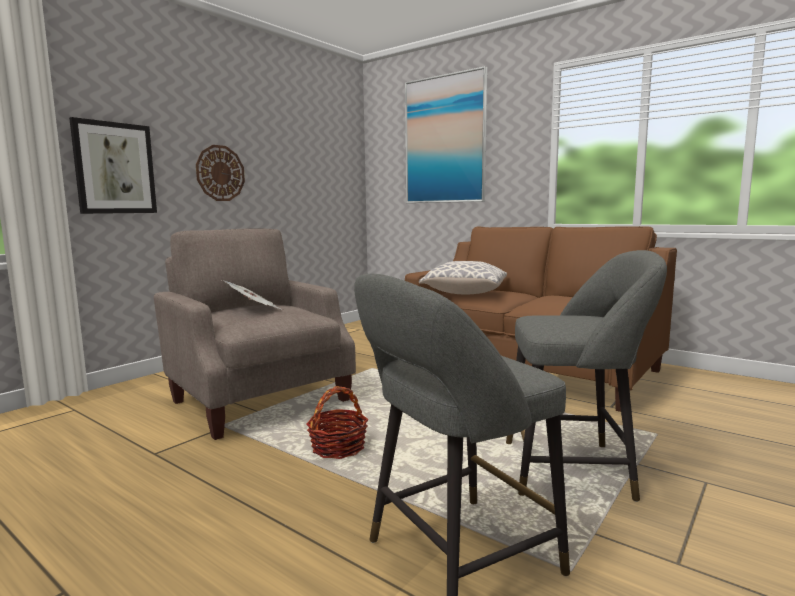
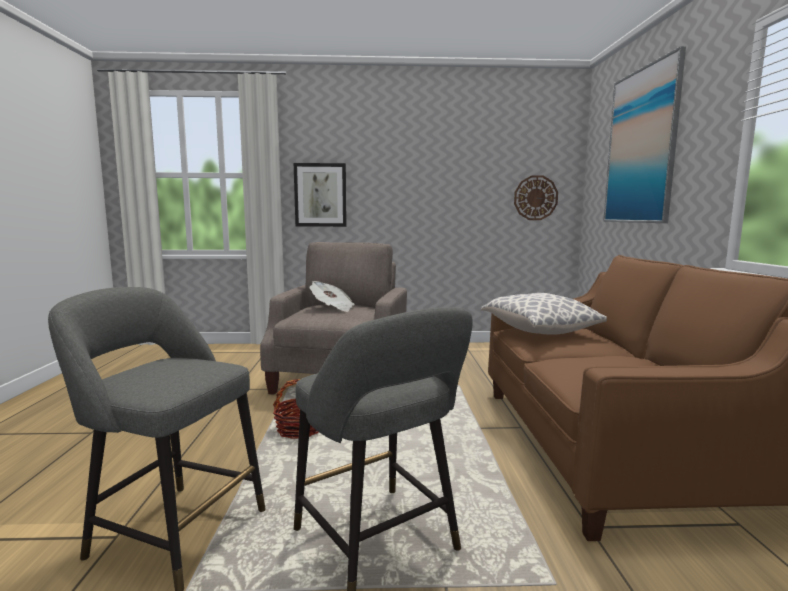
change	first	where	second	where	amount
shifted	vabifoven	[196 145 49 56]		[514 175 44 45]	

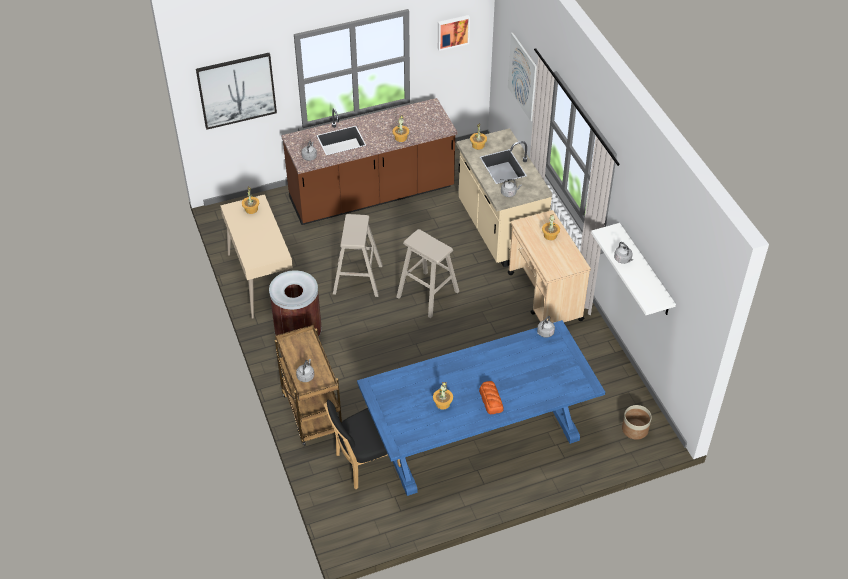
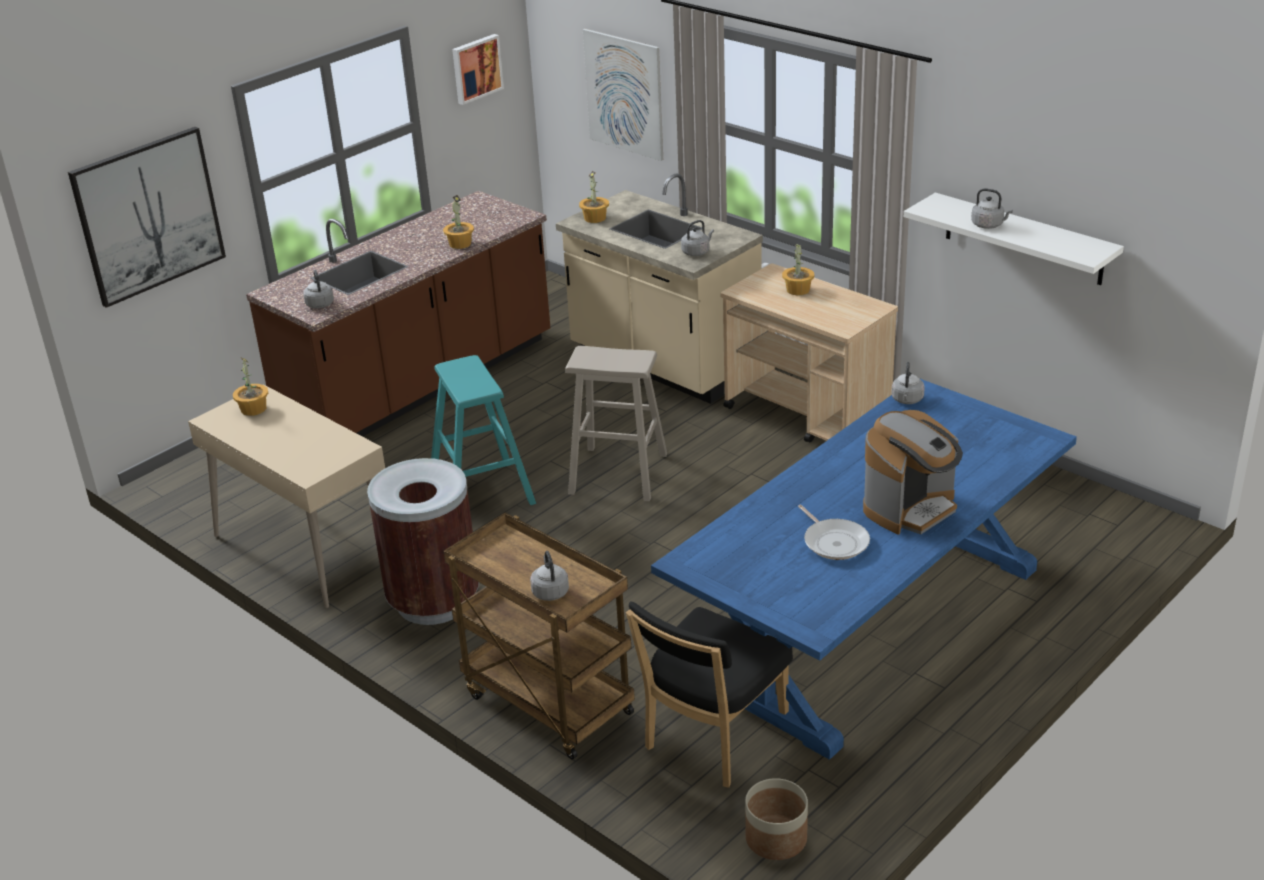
change	first	where	second	where	amount
repainted	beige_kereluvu	[333 214 50 83]	turquoise_kereluvu	[431 355 105 150]	
swapped	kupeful	[433 382 20 28]	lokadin	[798 505 72 55]	
swapped	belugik	[479 381 25 34]	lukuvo	[863 410 100 125]	
shifted	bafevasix	[622 405 30 35]		[745 778 63 82]	

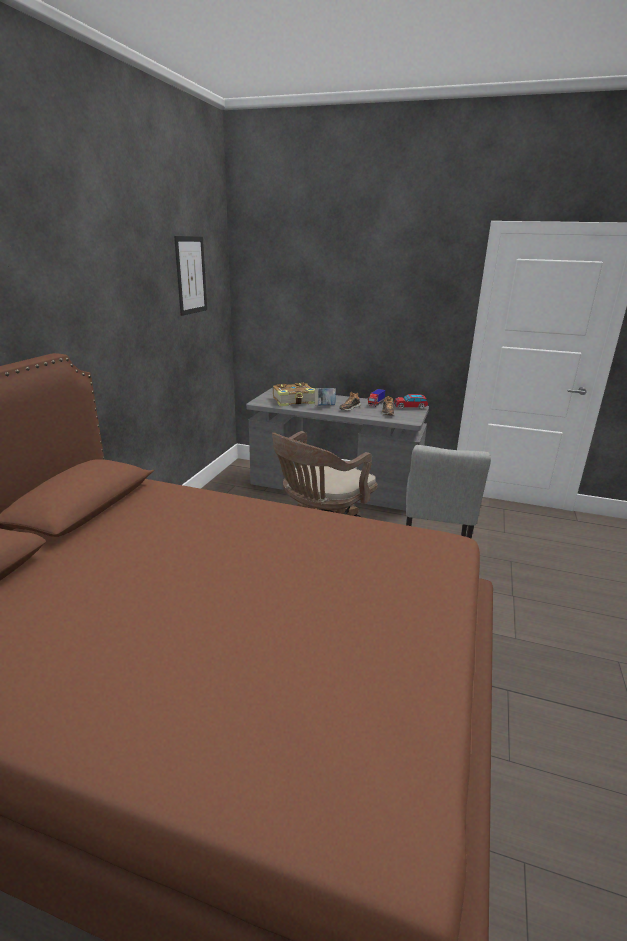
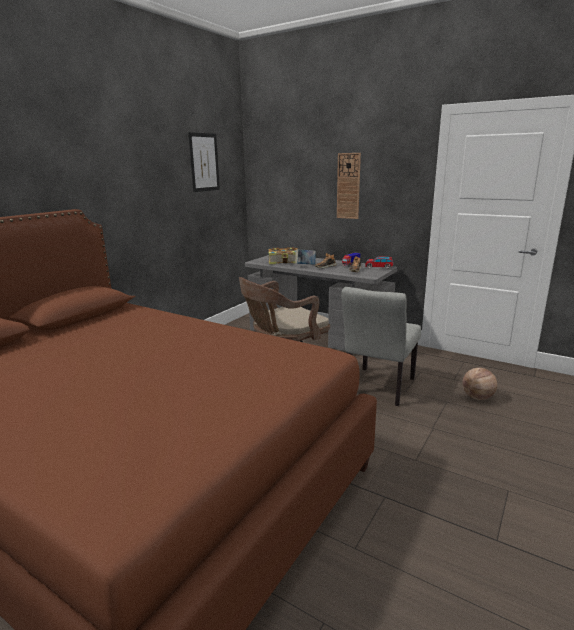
change	first	where	second	where	amount
new			vabifoven	[337 153 24 66]	
new			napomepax	[462 368 35 32]	

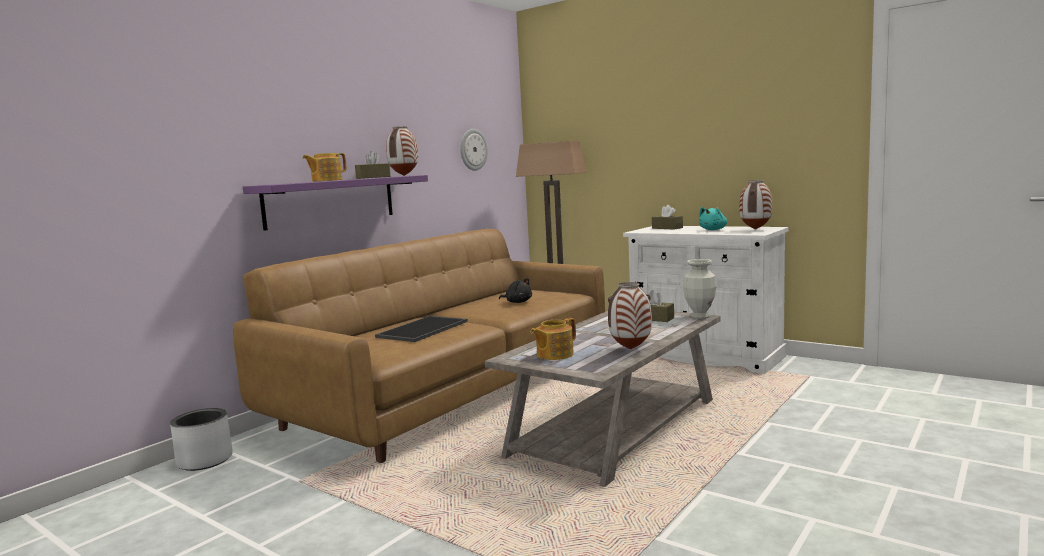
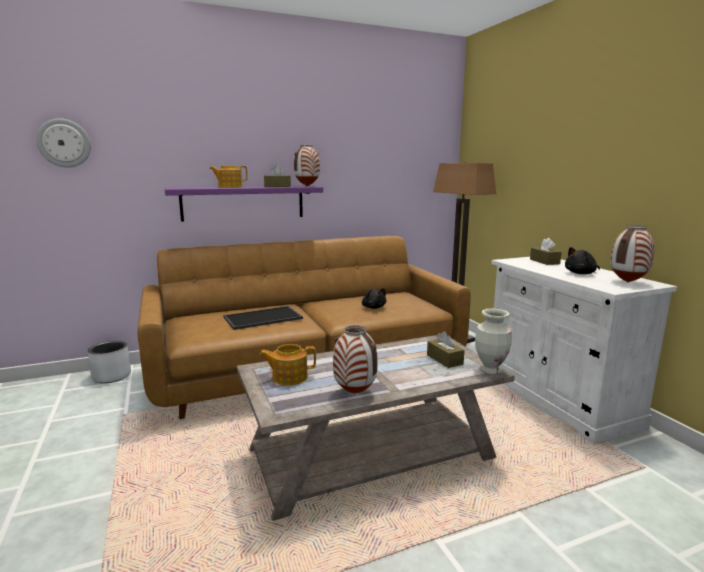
change	first	where	second	where	amount
shifted	vabifoven	[460 129 28 42]		[36 118 55 50]	
repainted	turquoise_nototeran	[699 207 28 23]	black_nototeran	[565 247 35 27]	

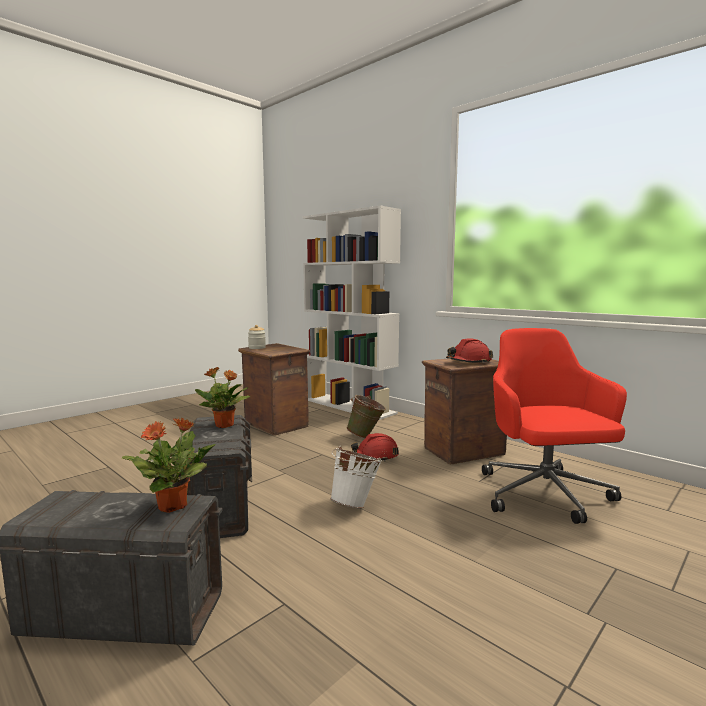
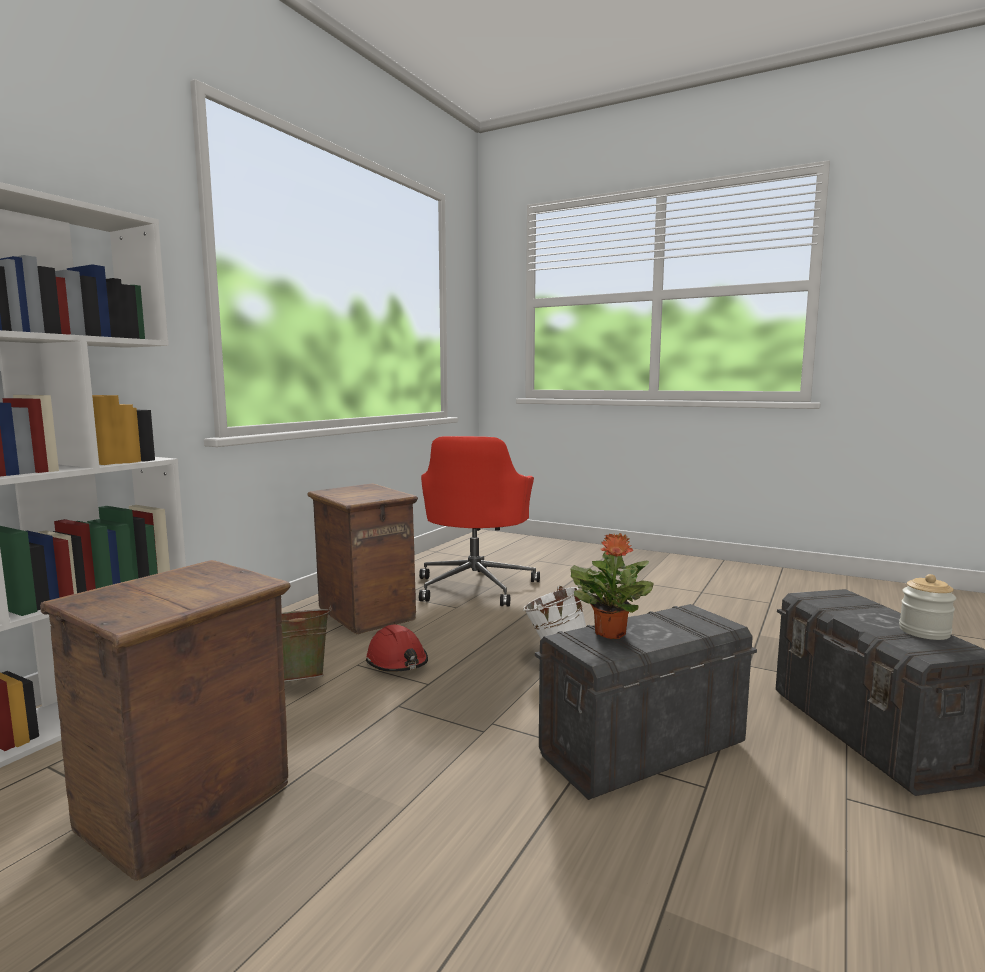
change	first	where	second	where	amount
gone	kupeful	[122 418 93 95]			
shifted	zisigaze	[248 325 18 24]		[899 574 57 66]	
gone	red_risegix	[446 338 47 26]			
rotated	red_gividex	[482 328 145 196]		[419 436 121 171]	60 degrees counterclockwise

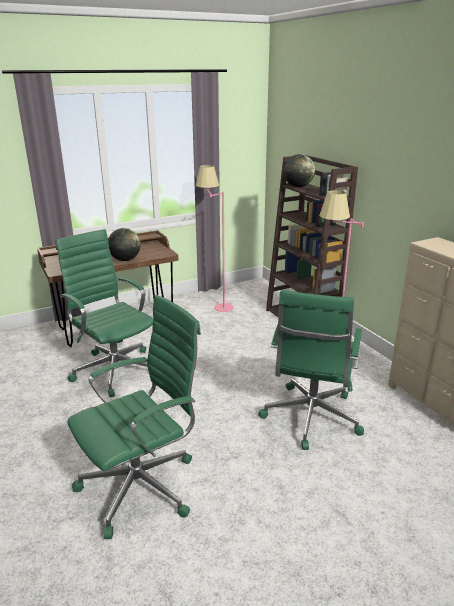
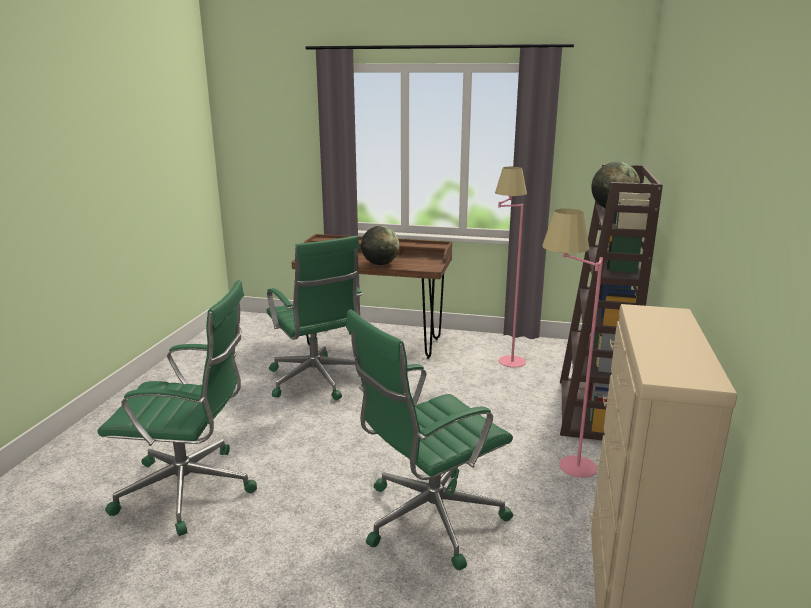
change	first	where	second	where	amount
rotated	green_gividex	[55 229 98 168]		[267 236 95 164]	150 degrees clockwise

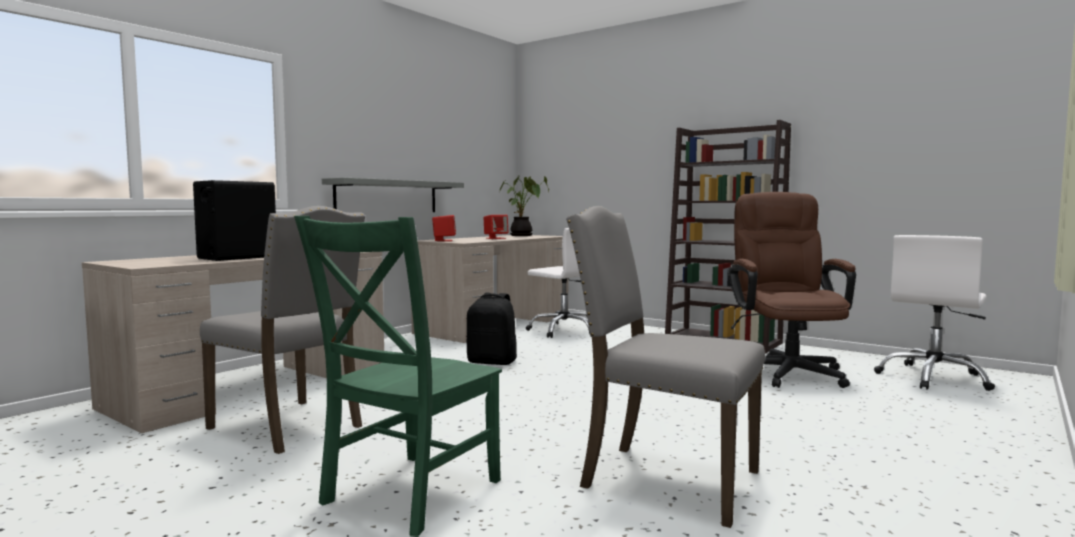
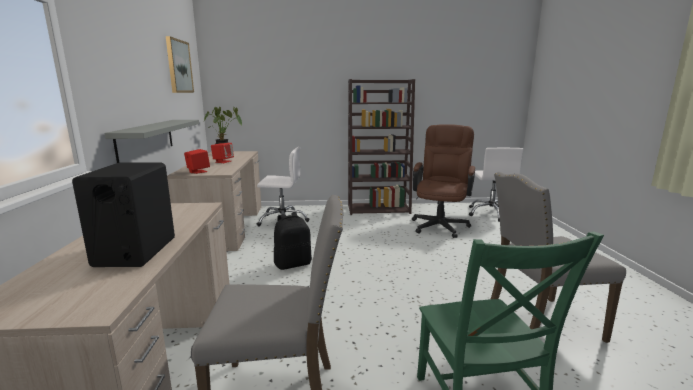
change	first	where	second	where	amount
rotated	brown_gividex	[728 192 128 196]		[412 124 63 114]	60 degrees clockwise
new			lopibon	[166 36 28 57]	

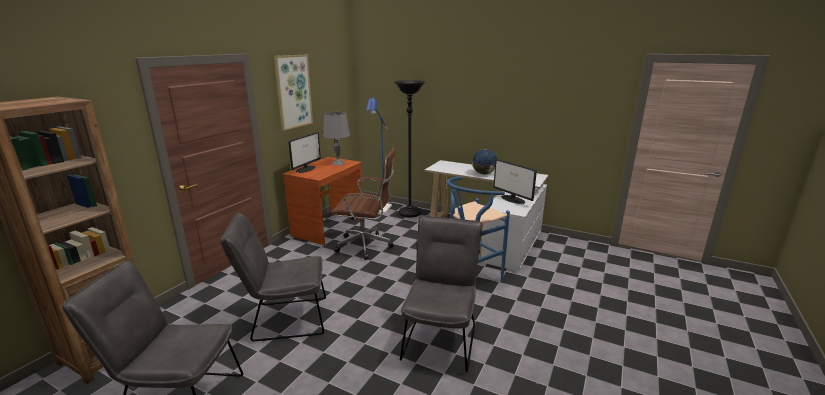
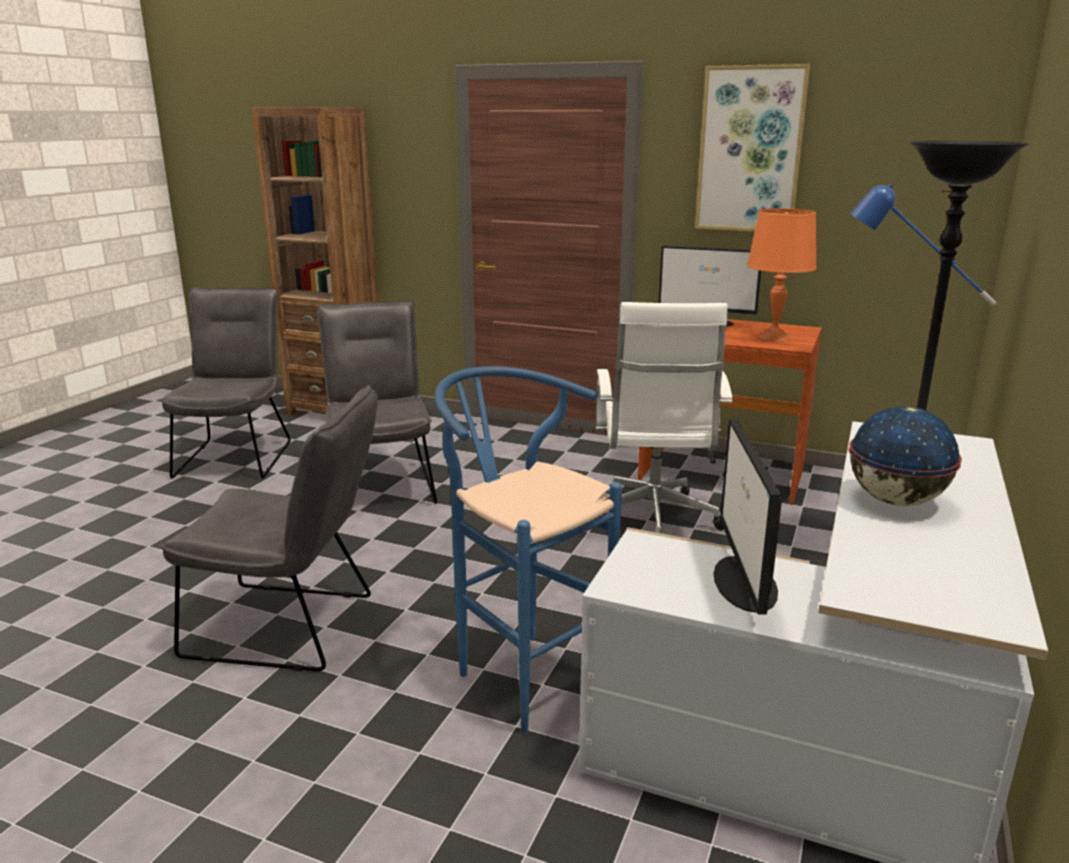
change	first	where	second	where	amount
repainted	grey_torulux	[323 112 27 53]	orange_torulux	[747 208 70 133]	
repainted	brown_gividex	[331 147 64 113]	white_gividex	[596 302 137 231]	
rotated	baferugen	[493 159 44 45]		[713 418 69 197]	45 degrees counterclockwise

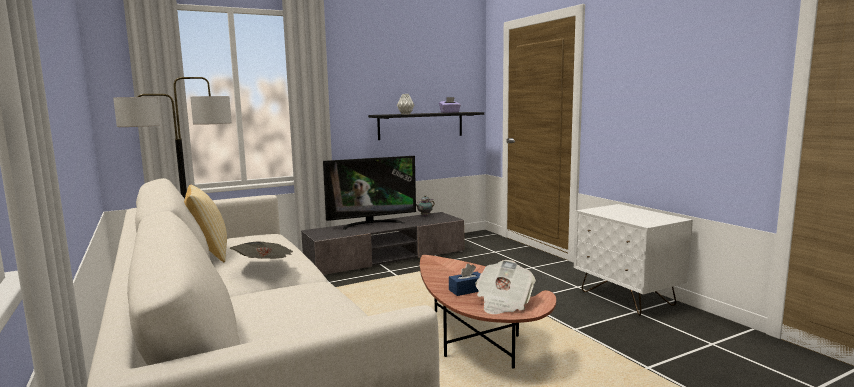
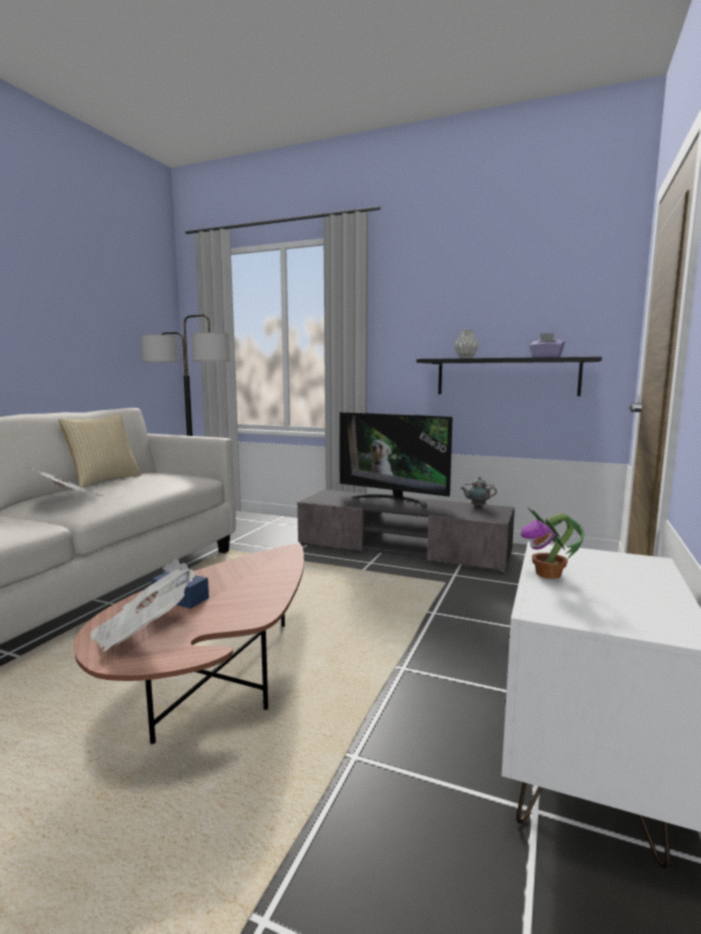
change	first	where	second	where	amount
new			kupeful	[521 507 63 72]	

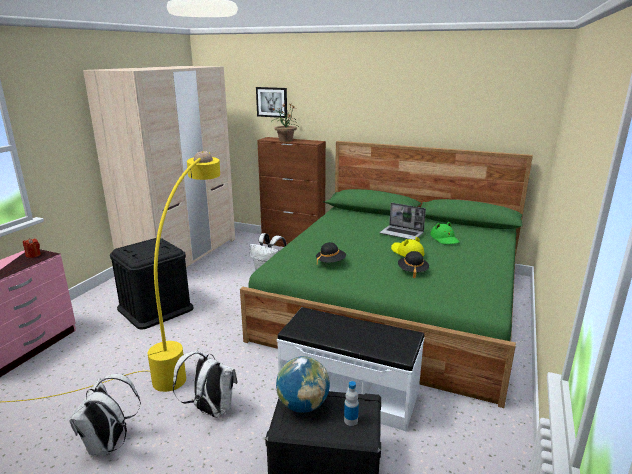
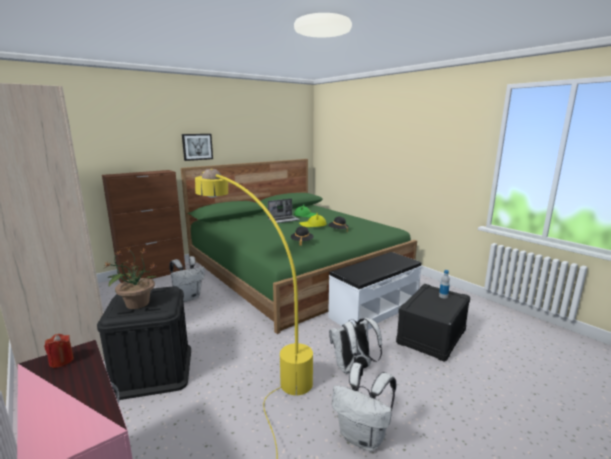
change	first	where	second	where	amount
shifted	lopibon	[256 87 31 31]		[182 134 31 27]	
shifted	kupeful	[270 103 29 39]		[104 247 53 62]	
gone	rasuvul	[276 356 54 57]			

